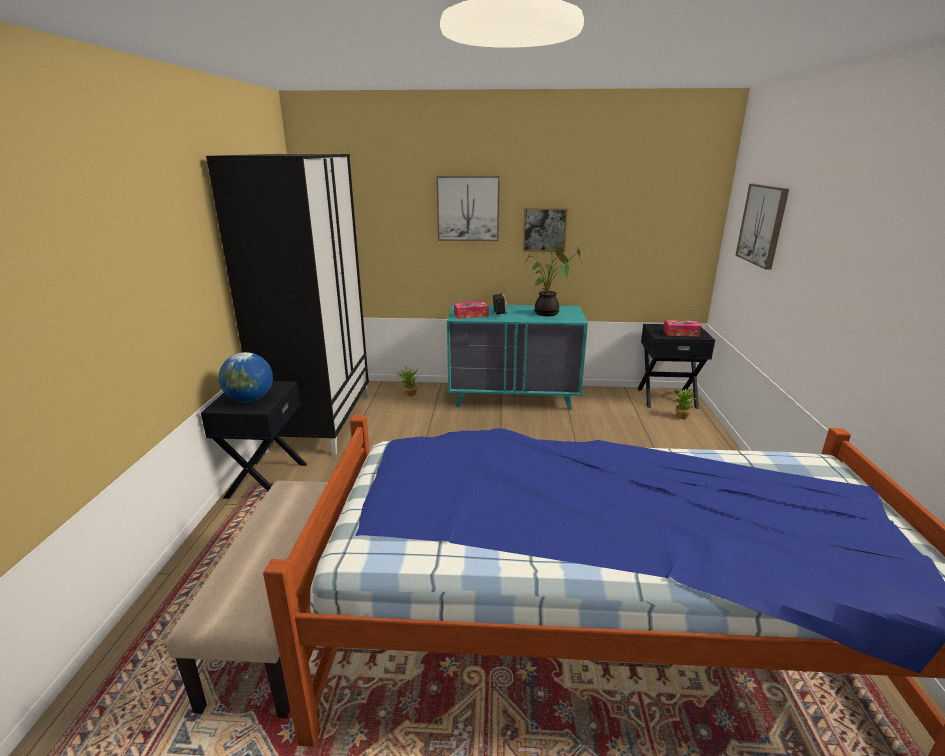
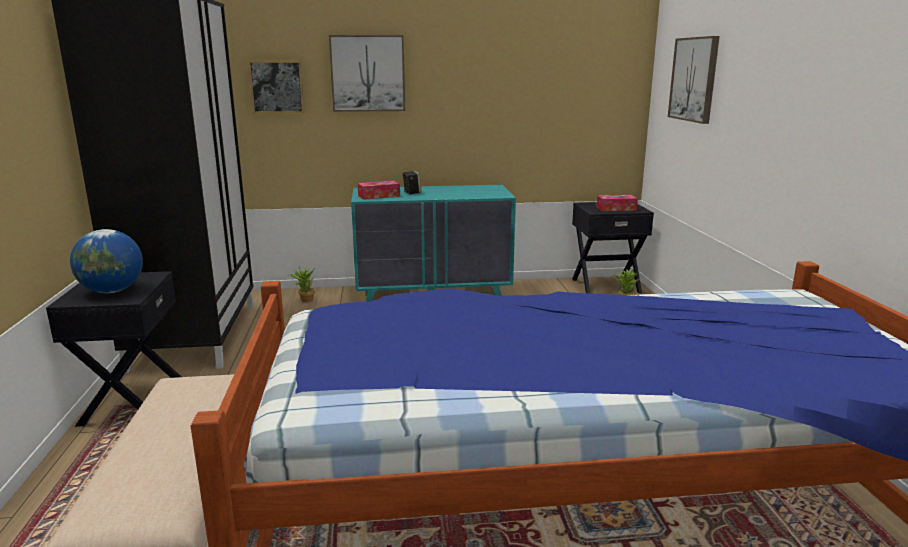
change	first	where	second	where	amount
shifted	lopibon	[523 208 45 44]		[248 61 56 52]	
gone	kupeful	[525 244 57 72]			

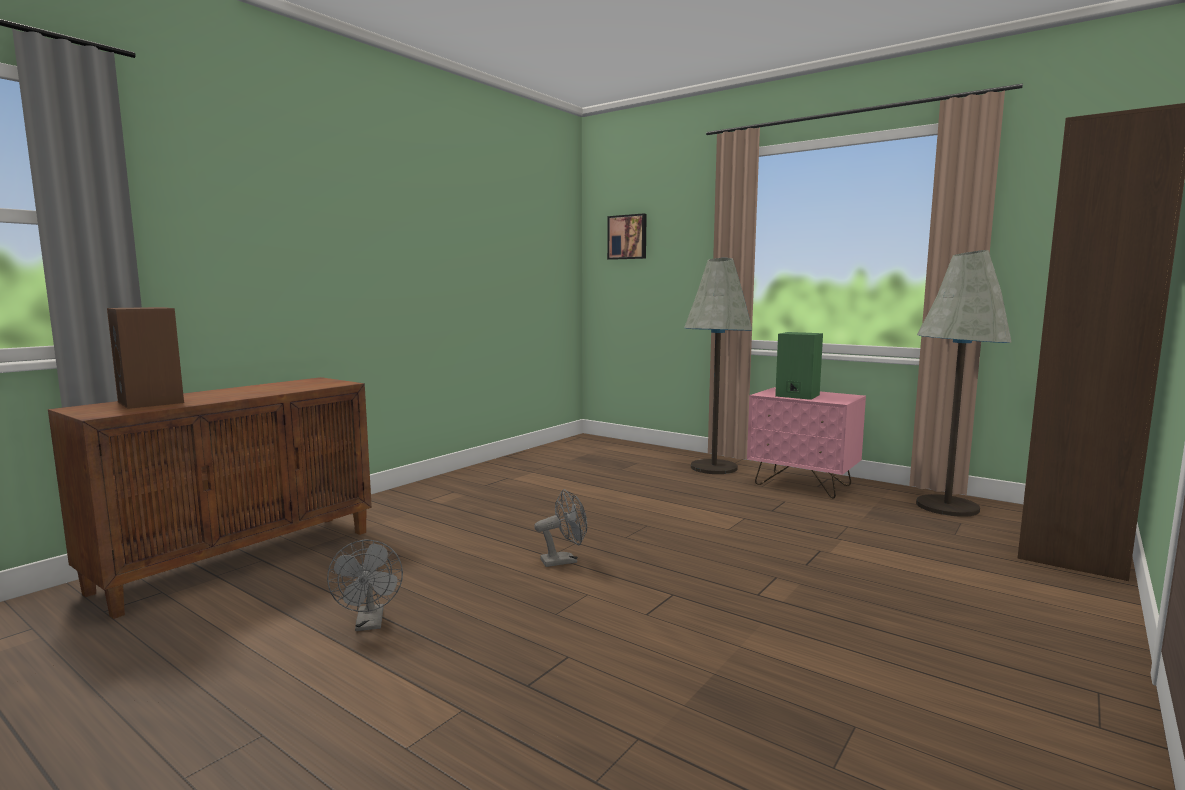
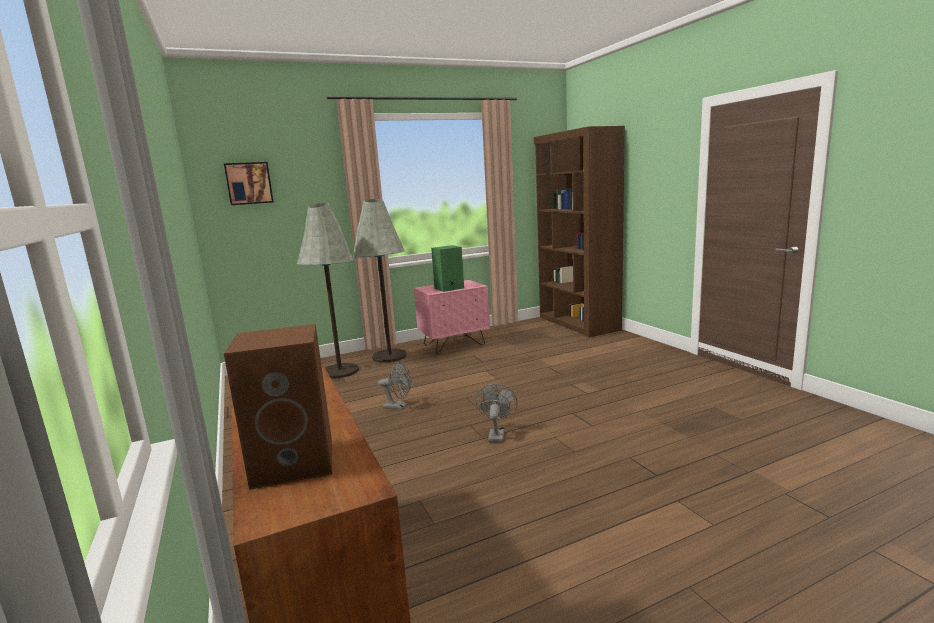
change	first	where	second	where	amount
shifted	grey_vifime	[327 540 76 91]		[378 362 34 48]	
shifted	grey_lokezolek	[916 250 96 267]		[297 203 62 176]	

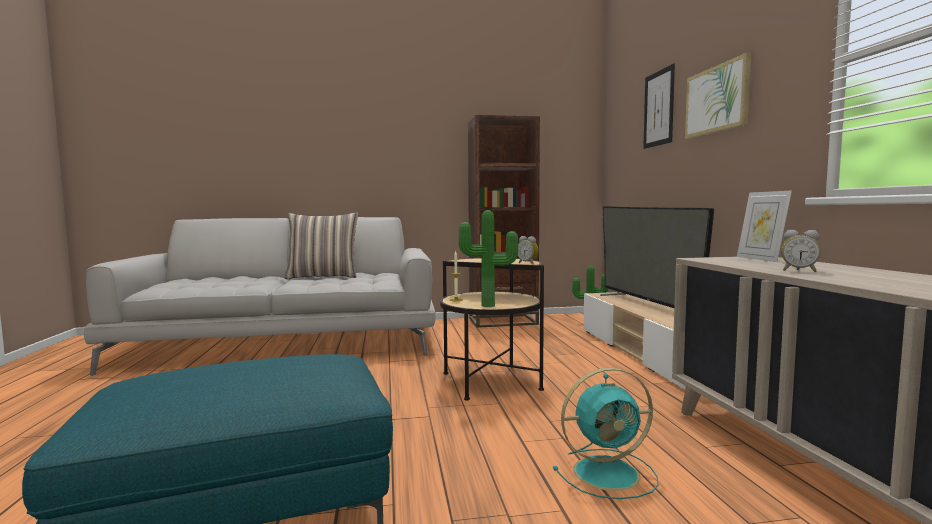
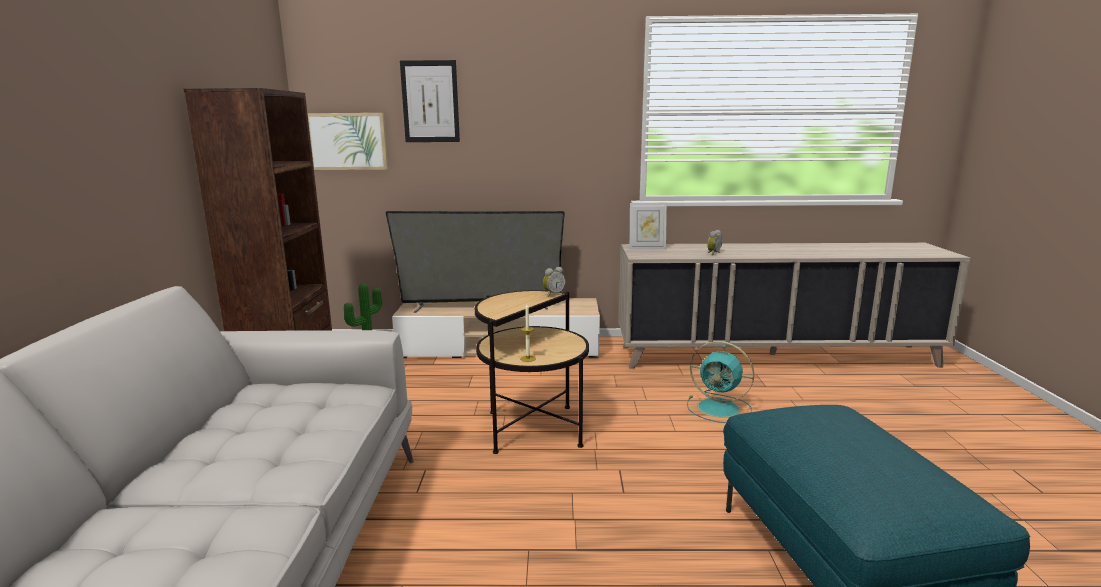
change	first	where	second	where	amount
gone	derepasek	[285 213 73 66]			
gone	kupeful	[459 210 59 97]			
rotated	turquoise_vifime	[553 368 105 131]		[687 341 67 82]	120 degrees clockwise
shifted	lopibon	[685 53 66 85]		[307 113 81 57]	

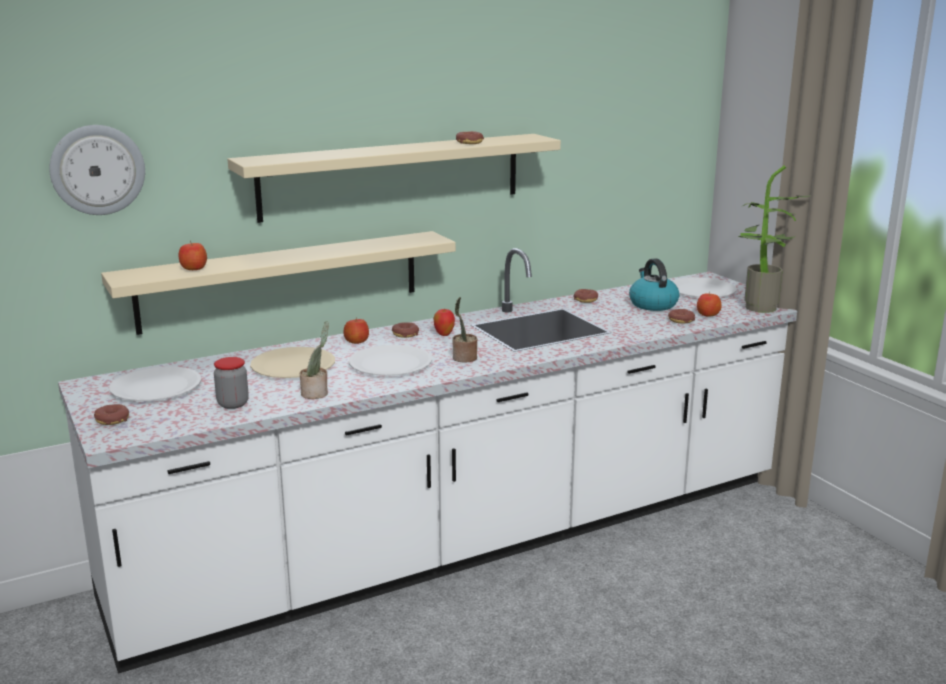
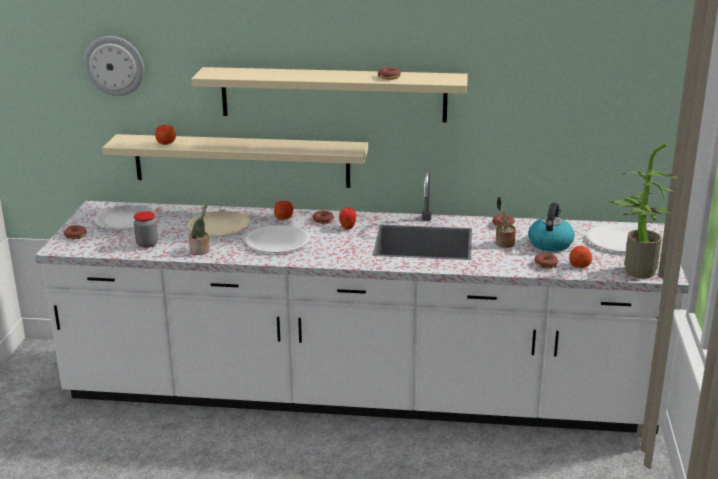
change	first	where	second	where	amount
shifted	kupeful	[452 297 25 66]		[496 197 20 51]	

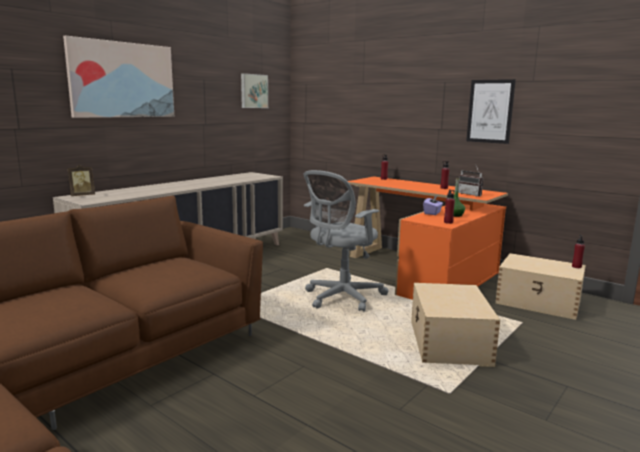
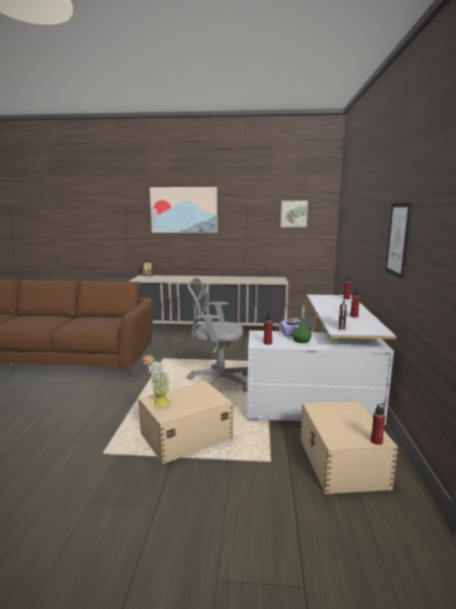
change	first	where	second	where	amount
repainted	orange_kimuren	[348 177 160 123]	white_kimuren	[247 294 149 131]	
new			kupeful	[143 354 27 53]	

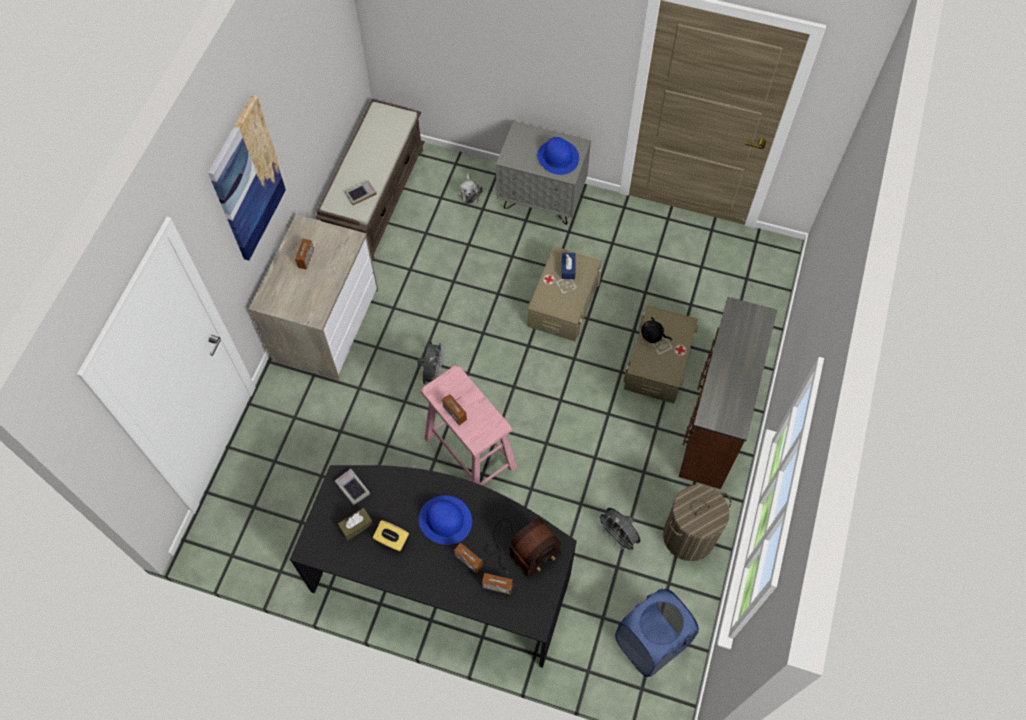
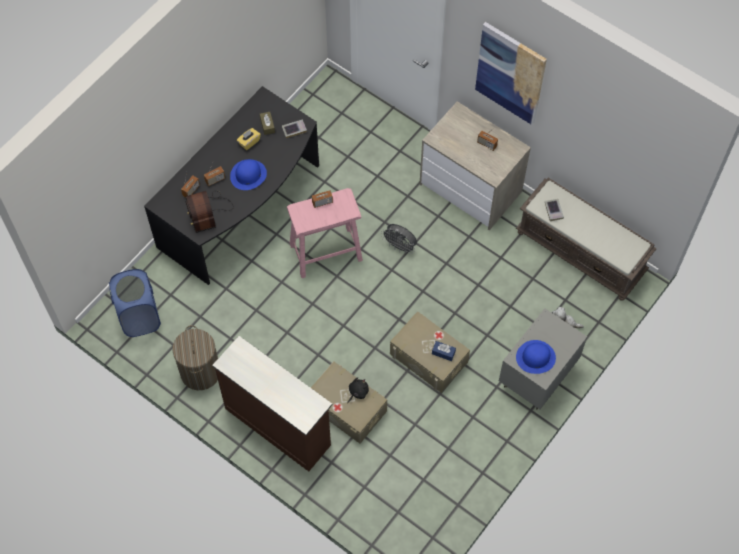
change	first	where	second	where	amount
gone	grey_vifime	[596 508 45 46]			

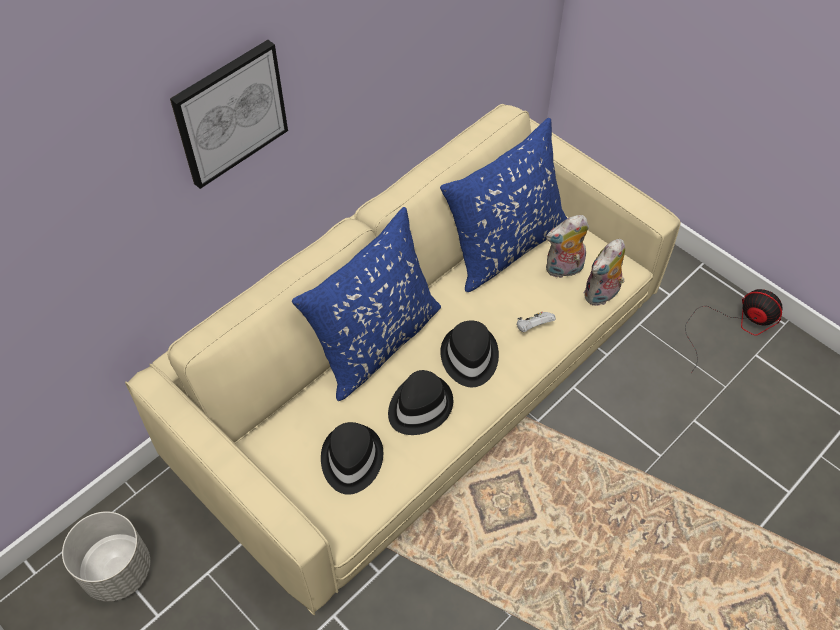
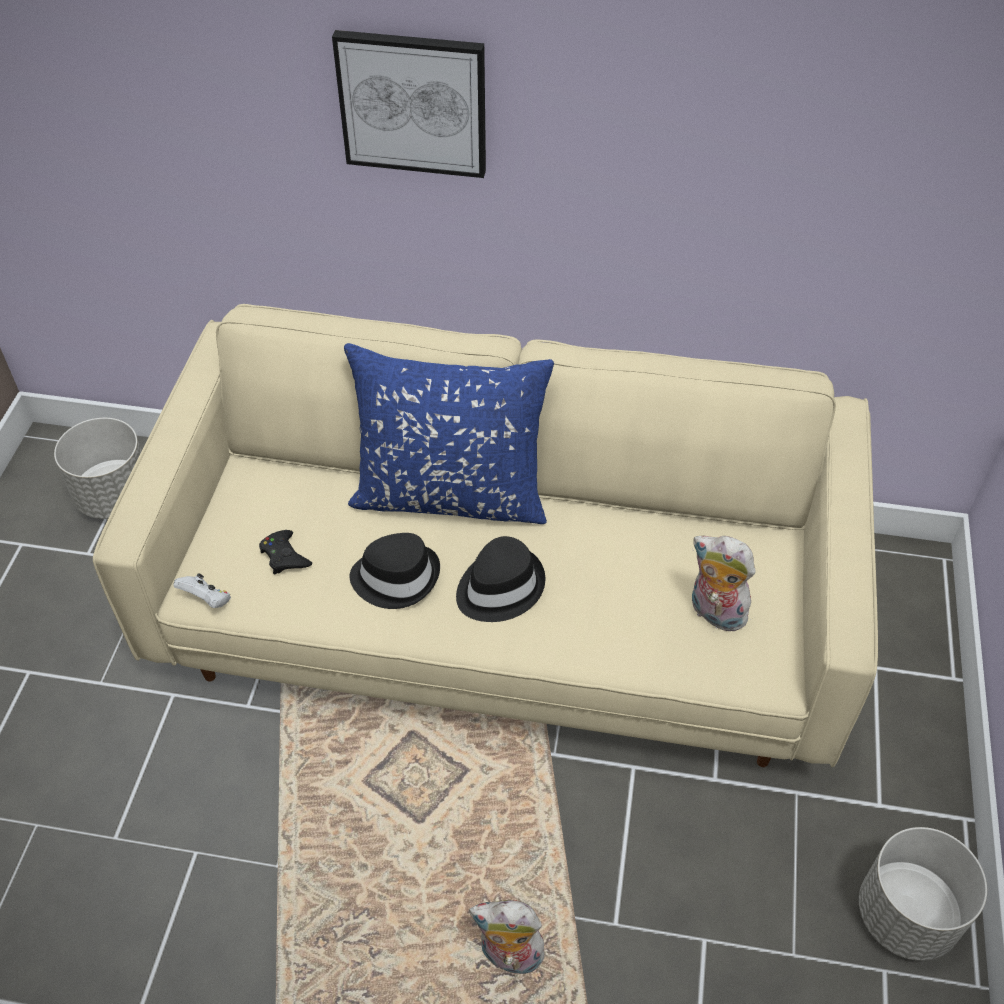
change	first	where	second	where	amount
swapped	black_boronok	[321 422 62 73]	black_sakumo	[259 530 53 45]	
gone	blue_derepasek	[440 118 127 174]			
shifted	white_sakumo	[516 312 40 20]		[174 573 57 35]	
shifted	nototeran	[583 239 42 67]		[469 900 81 74]	
swapped	vifime	[685 289 98 84]	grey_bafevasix	[859 827 128 134]	

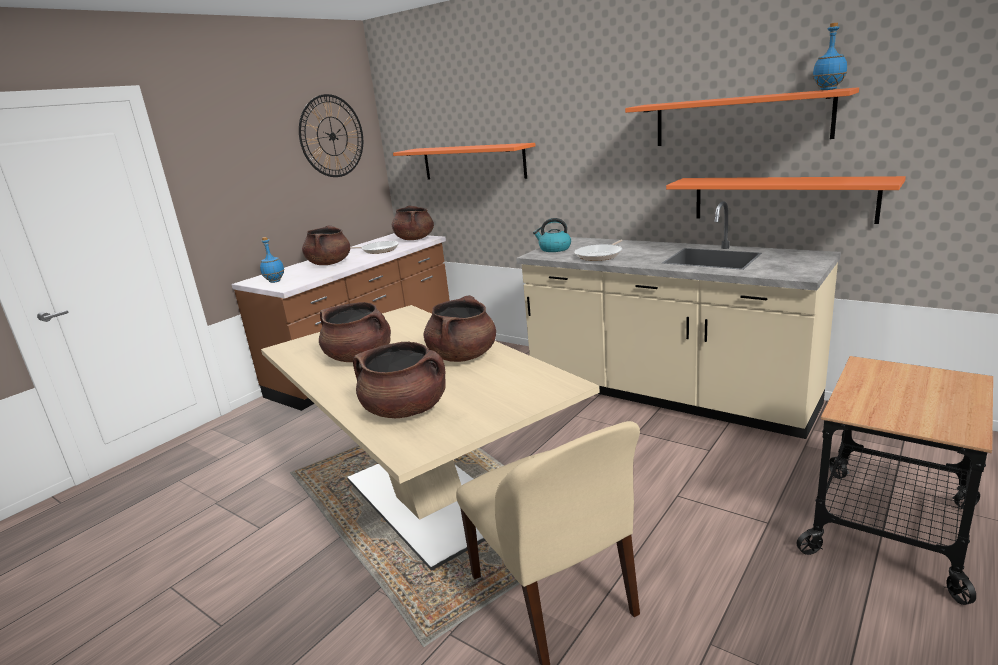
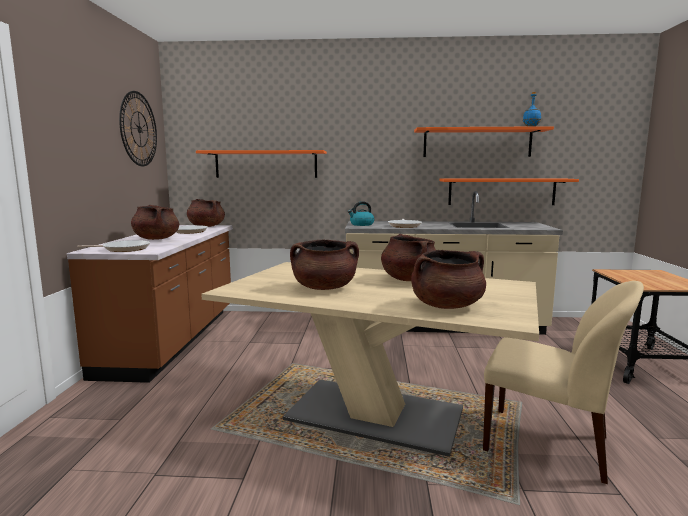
change	first	where	second	where	amount
swapped	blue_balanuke	[260 237 24 46]	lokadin	[77 240 73 12]	

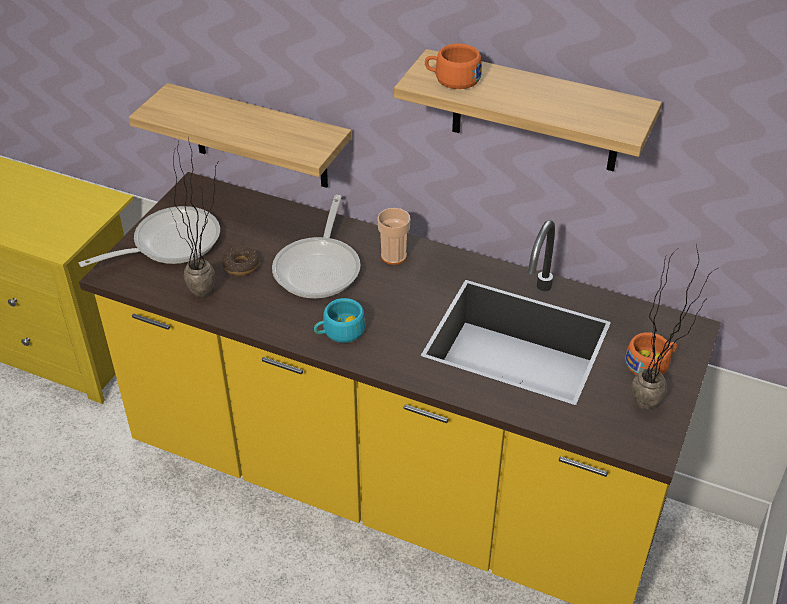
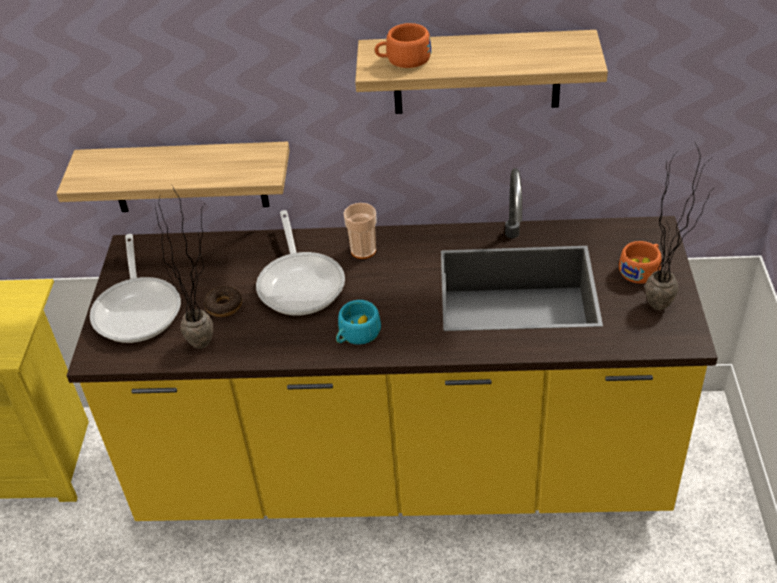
change	first	where	second	where	amount
rotated	lokadin	[79 206 141 61]		[90 234 91 109]	135 degrees clockwise

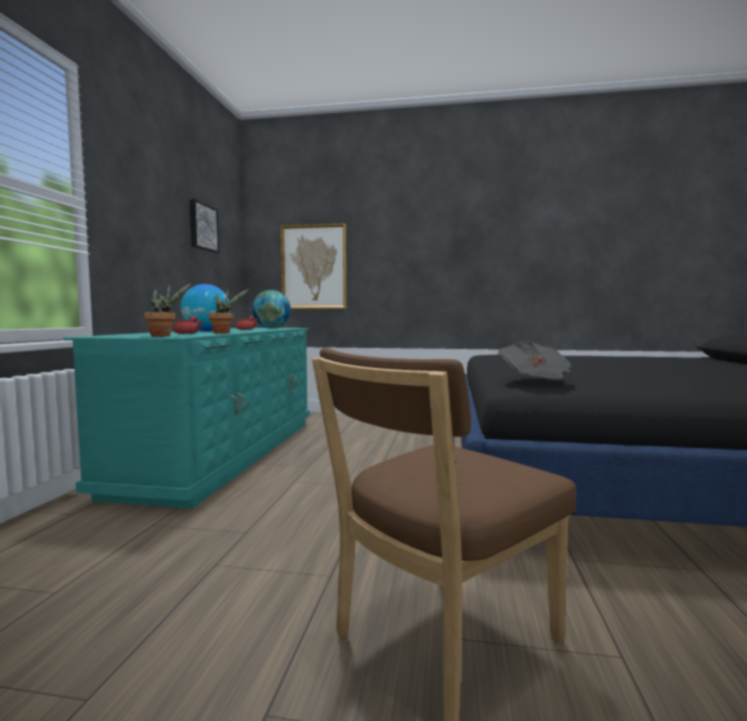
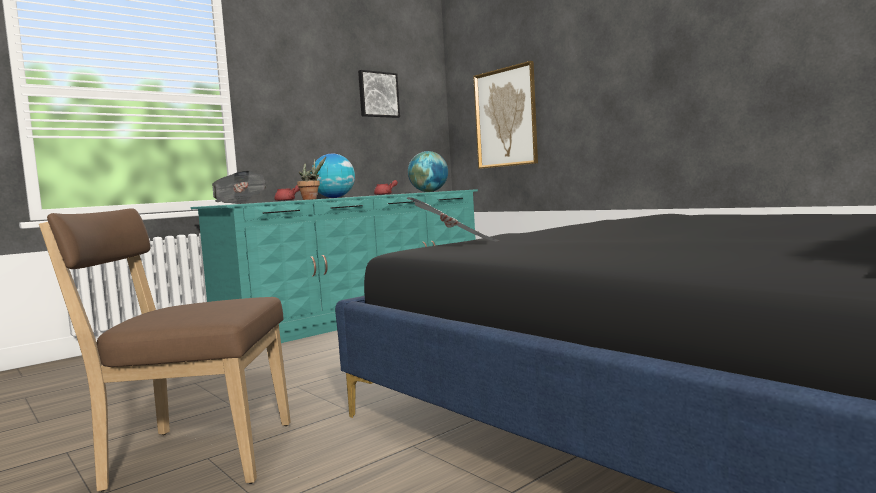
change	first	where	second	where	amount
swapped	kupeful	[144 284 47 52]	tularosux	[212 170 54 34]	

